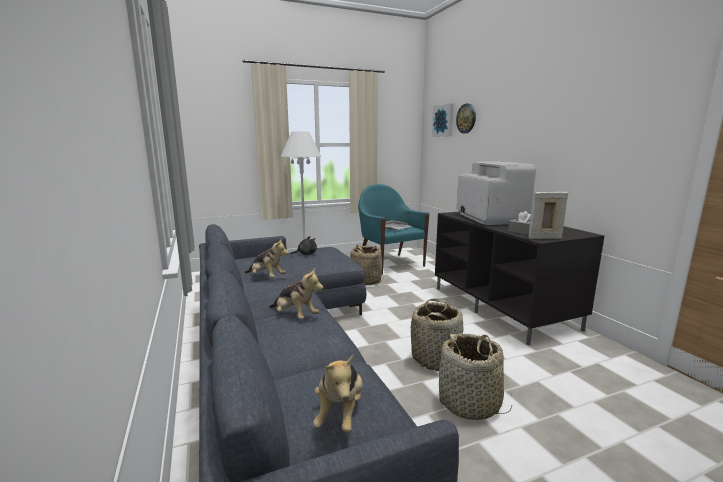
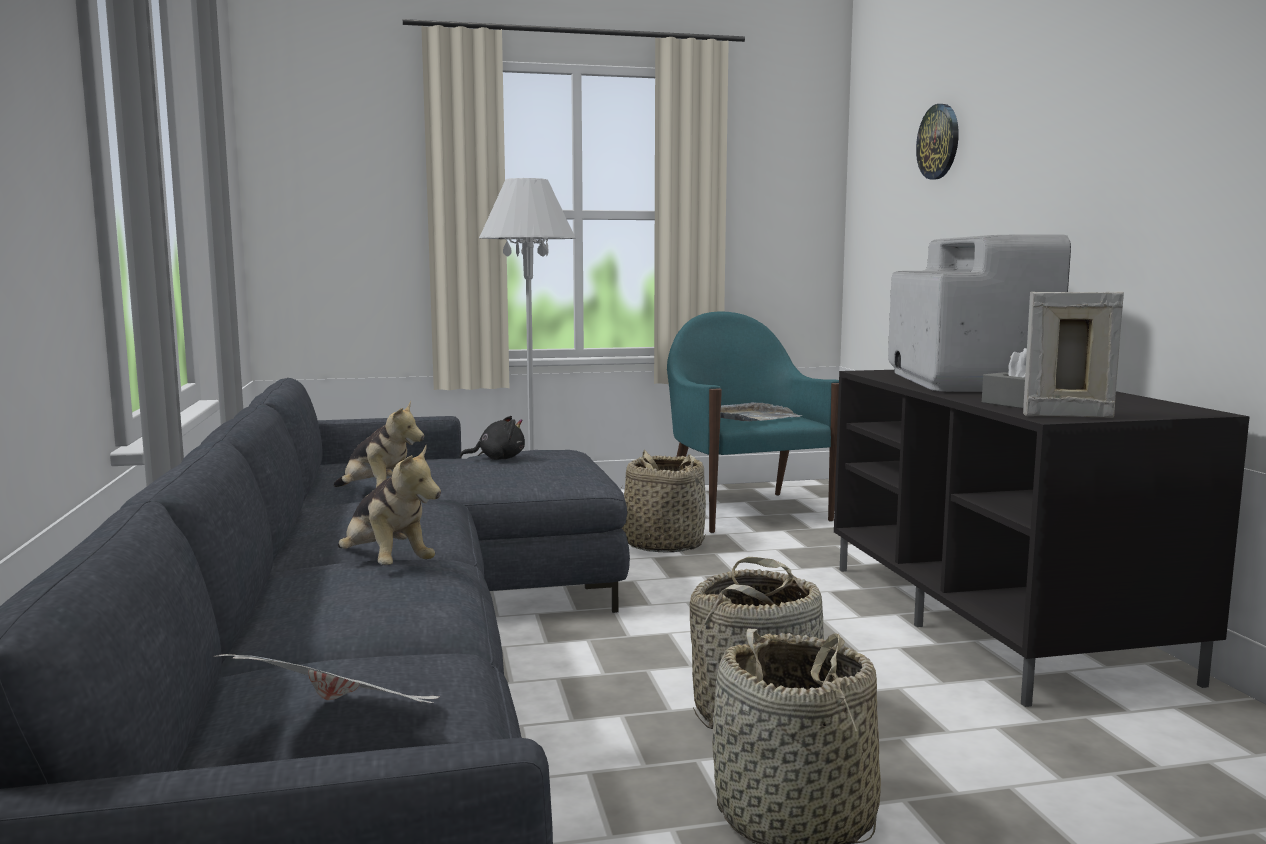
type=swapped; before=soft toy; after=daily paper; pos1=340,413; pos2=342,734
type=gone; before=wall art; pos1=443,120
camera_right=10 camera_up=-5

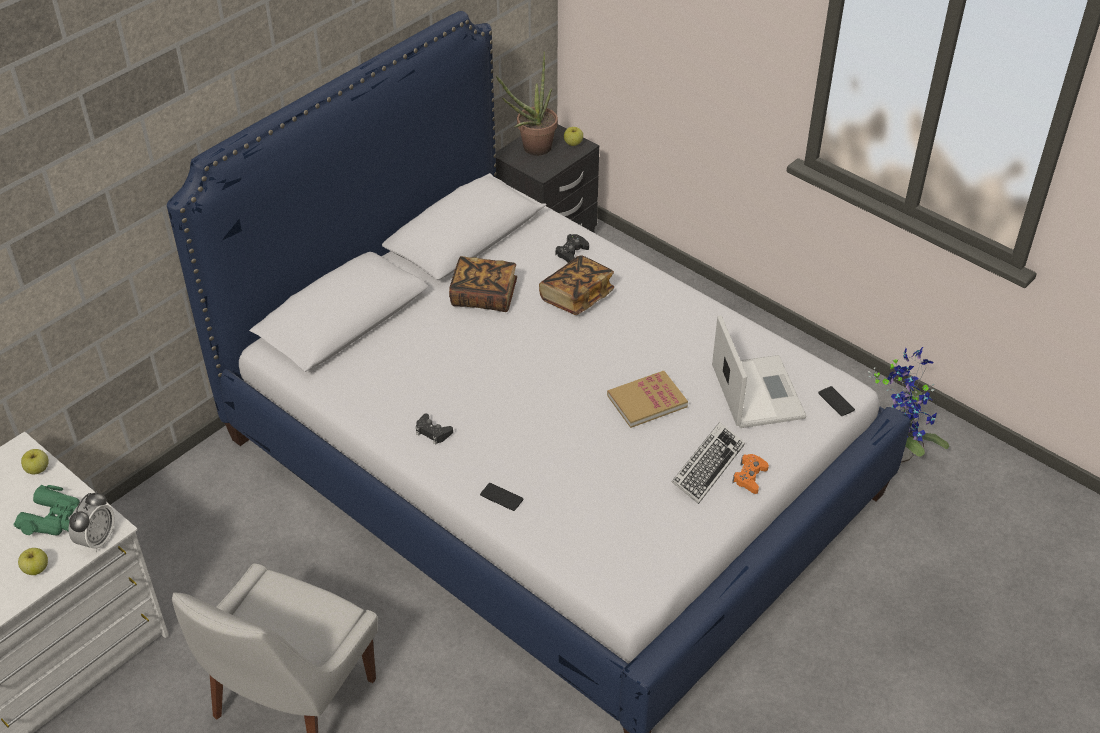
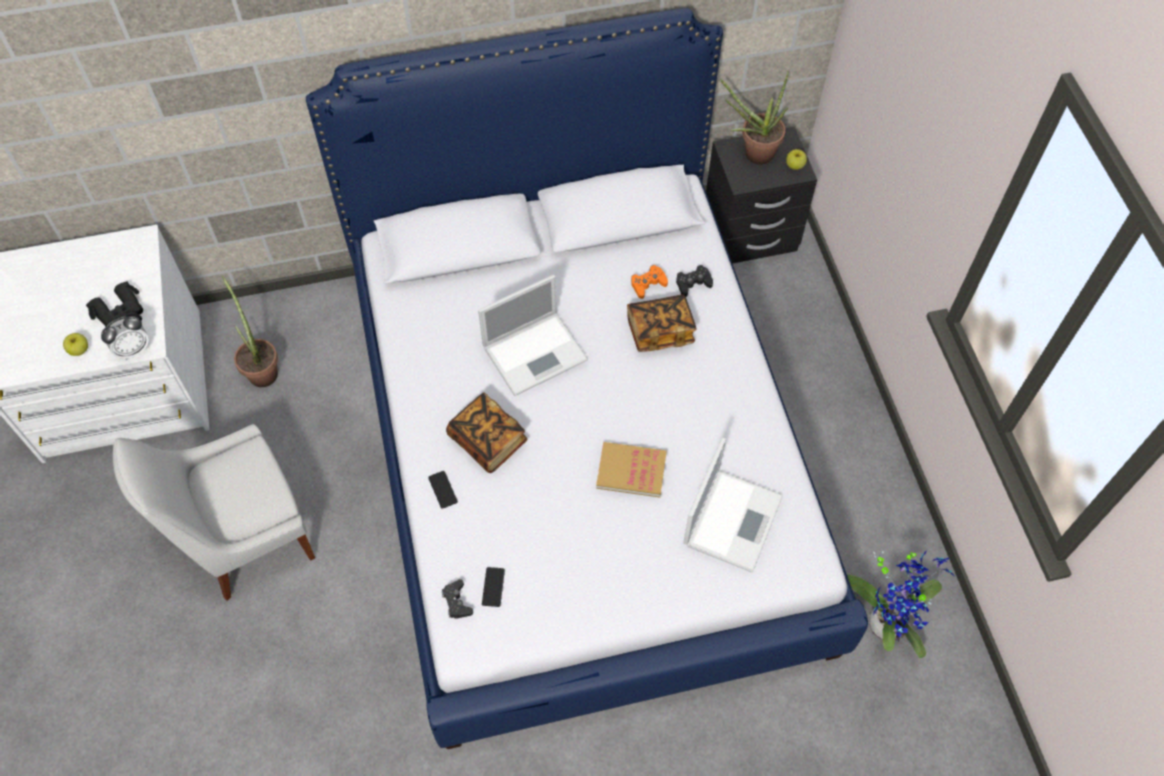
type=repainted; before=greenish binoculars; after=black-coloured binoculars; pos1=55,518; pos2=121,314
type=gone; before=apple; pos1=38,469
type=shifted; before=black-coloured gamepad; pos1=433,432; pos2=457,602
type=shifted; before=book; pos1=484,296; pos2=488,441
type=gone; before=keyboard; pos1=707,466
type=shifted; before=orange-coloured gamepad; pos1=749,477; pos2=648,284
type=shifted; before=telephone; pos1=836,401; pos2=493,587
type=new; after=houseplant; pos2=261,369
type=new; after=portable computer; pos2=536,352
camera_right=35 camera_up=15

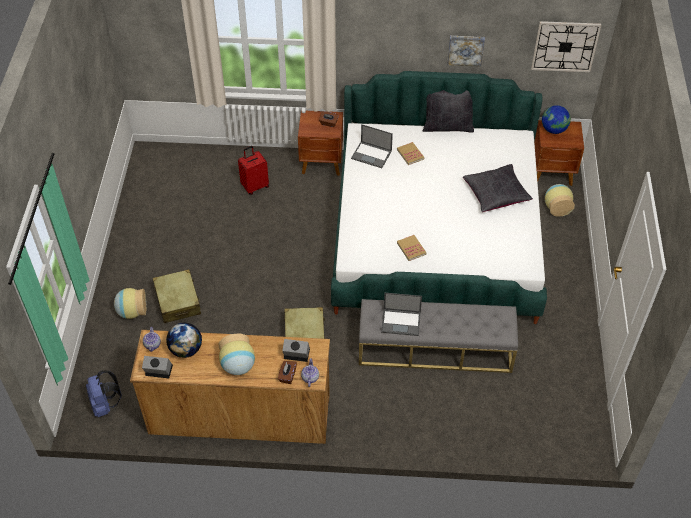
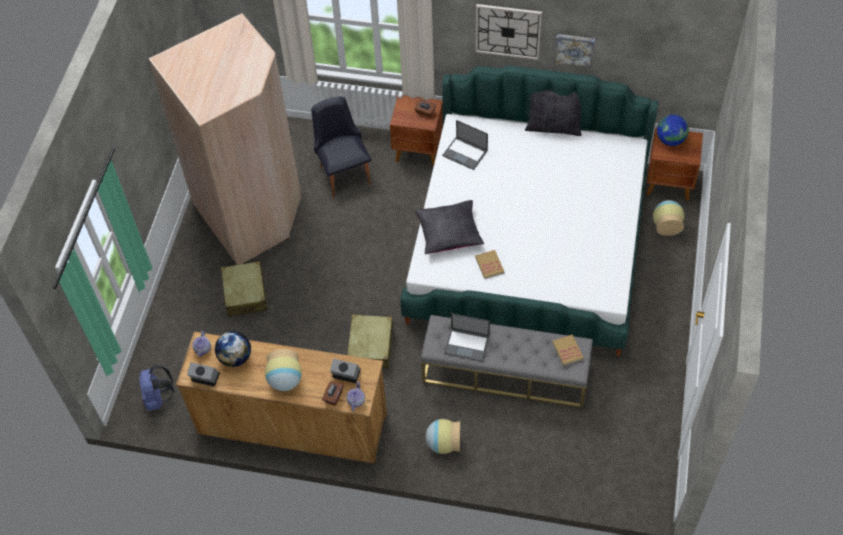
type=shifted; before=decorative vase; pos1=132,311; pos2=443,443
type=swapped; before=red-coloured travel case; after=black-coloured upright chair; pos1=255,186; pos2=343,171
type=shifted; before=book; pos1=410,154; pos2=567,351
type=shifted; before=black-coloured cushion; pos1=496,194; pos2=449,233
type=shifted; before=hanging clock; pos1=565,46; pos2=508,31
type=new; after=beige-coloured wardrobe; pos2=252,212
camera_right=10 camera_up=5

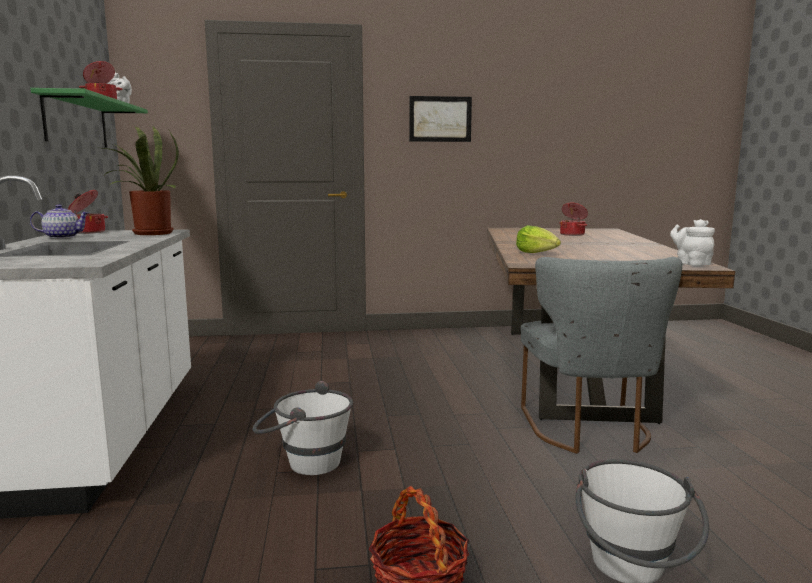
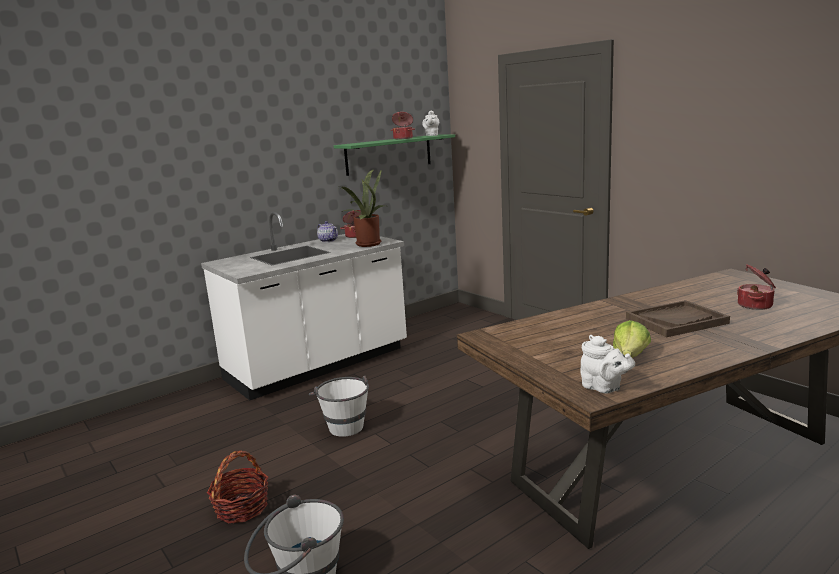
type=gone; before=wall art; pos1=440,119
type=shifted; before=lettuce; pos1=537,253; pos2=630,356
type=gone; before=greyish upright chair; pos1=590,431
type=rotated; before=white-coloured pot for tea; pos1=691,264; pos2=604,388; turn=105
type=new; after=brown-coloured carrying tray; pos2=676,321
camera_right=60 camera_up=5

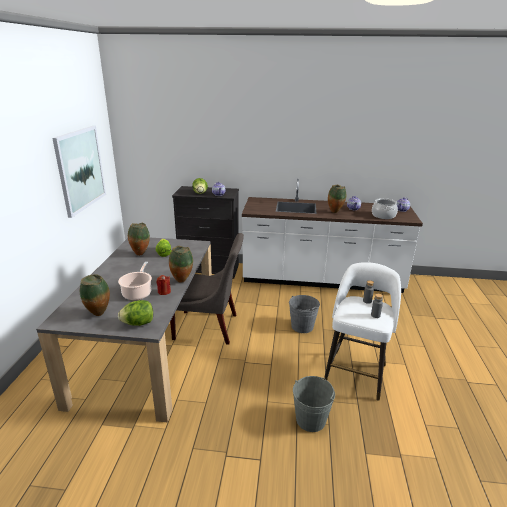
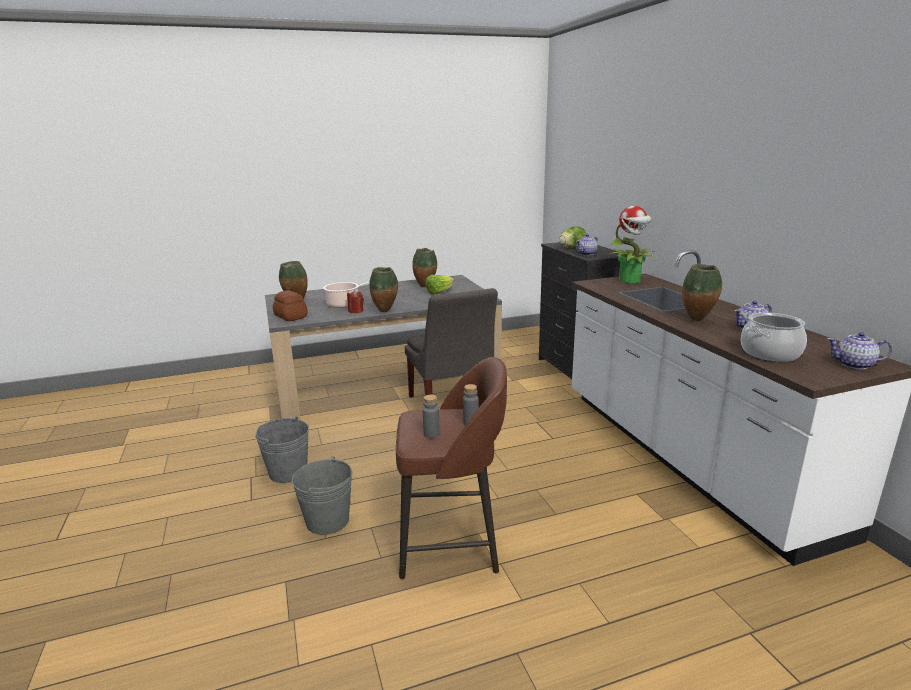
type=gone; before=wall art; pos1=80,169
type=swapped; before=lettuce; after=bread; pos1=138,323; pos2=290,316
type=shifted; before=greyish water bucket; pos1=302,326; pos2=288,472
type=repainted; before=white-coloured sitting stool; after=brown-coloured sitting stool; pos1=356,372; pos2=451,543
type=new; after=houseplant; pos2=630,280
camera_right=65 camera_up=-5

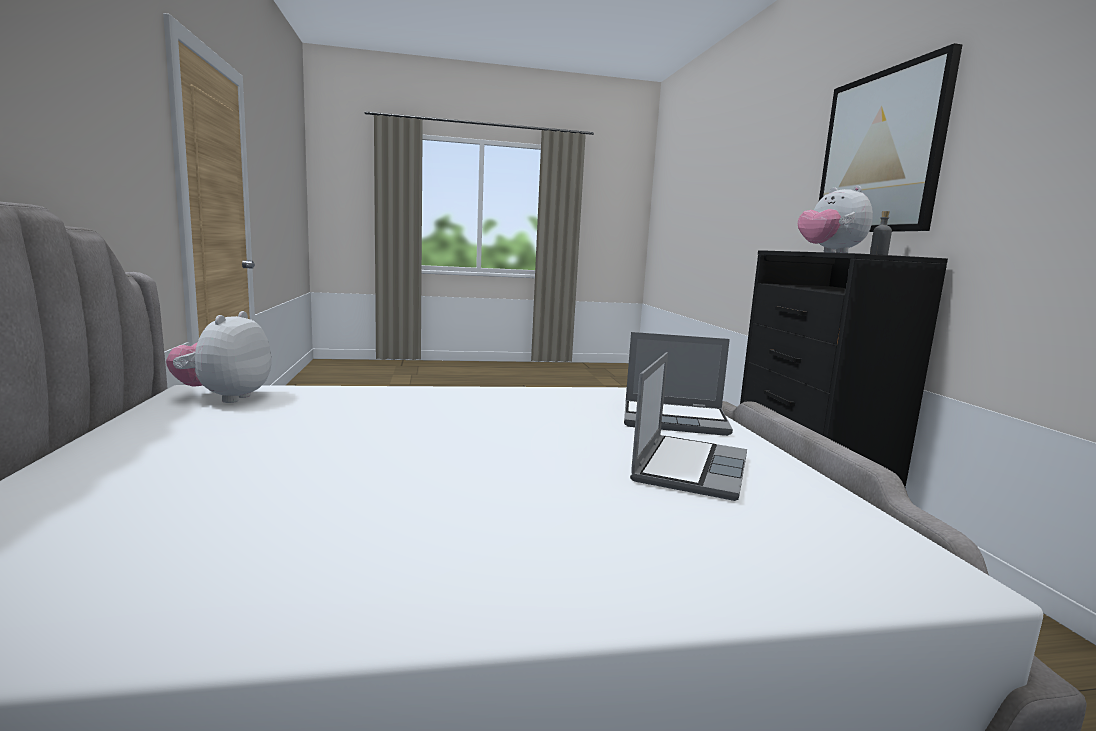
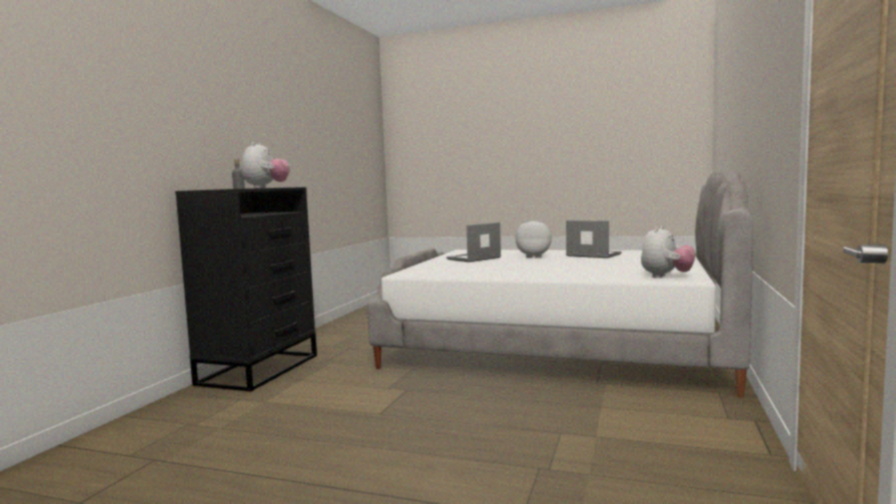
type=shifted; before=portable computer; pos1=676,420; pos2=592,255
type=gone; before=wall art; pos1=880,153
type=new; after=soft toy; pos2=533,256
camera_right=-150 camera_up=-5

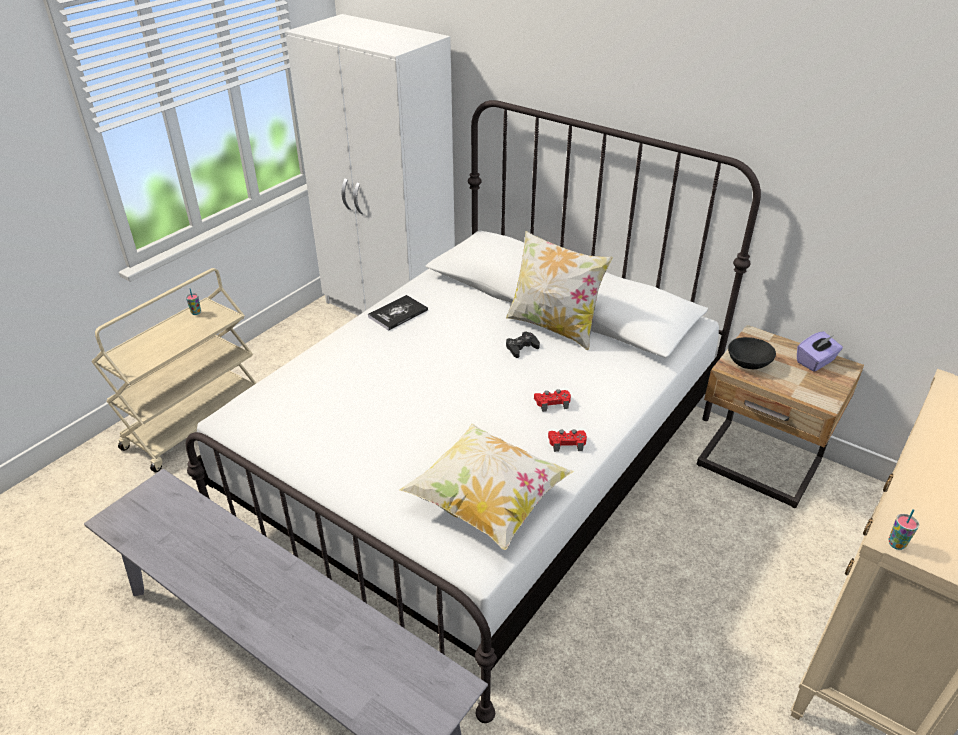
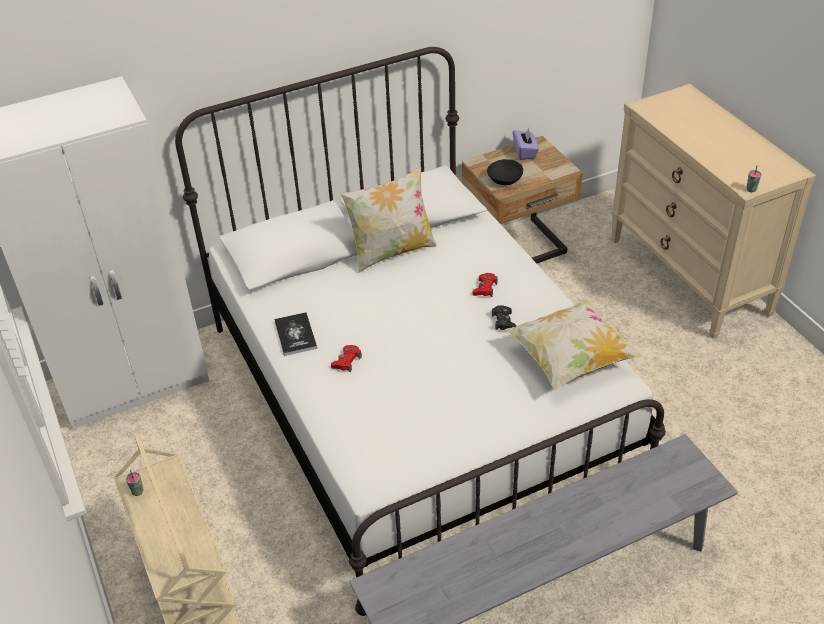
type=shifted; before=black-coloured gamepad; pos1=521,348; pos2=503,322
type=shifted; before=red-coloured gamepad; pos1=567,443; pos2=346,361
camera_right=-60 camera_up=5

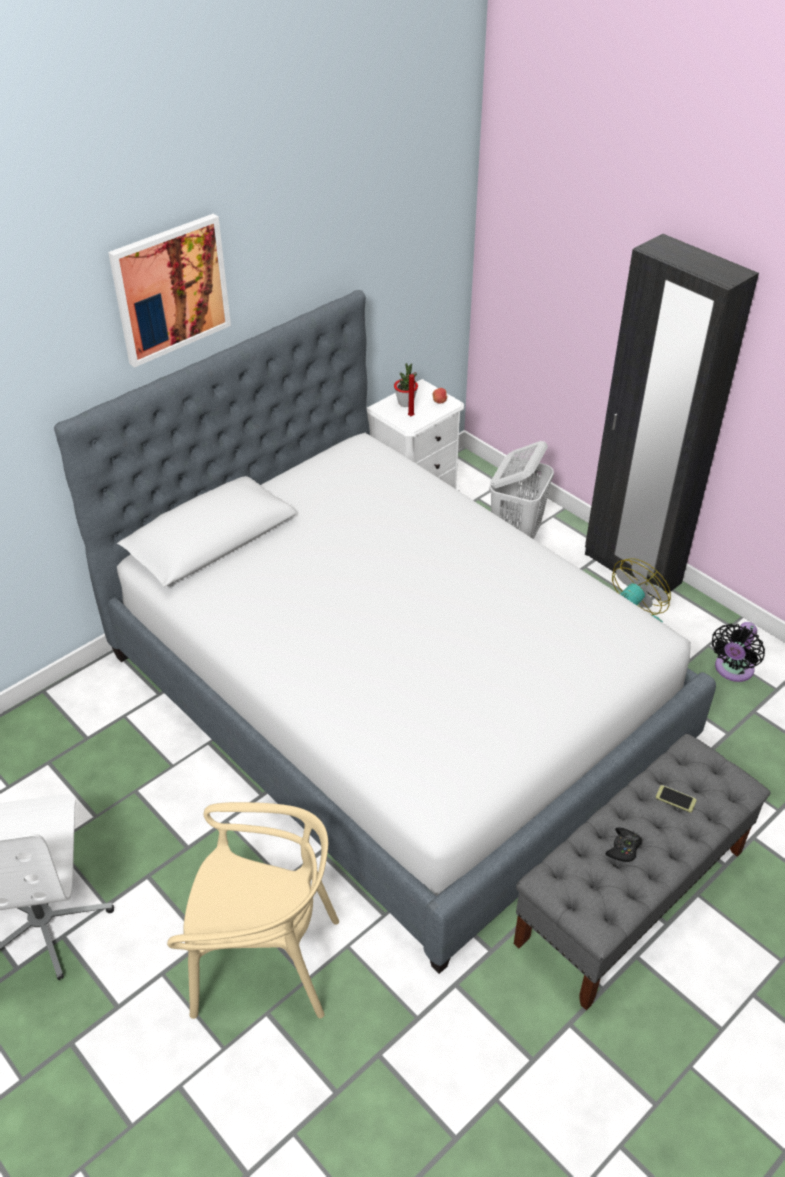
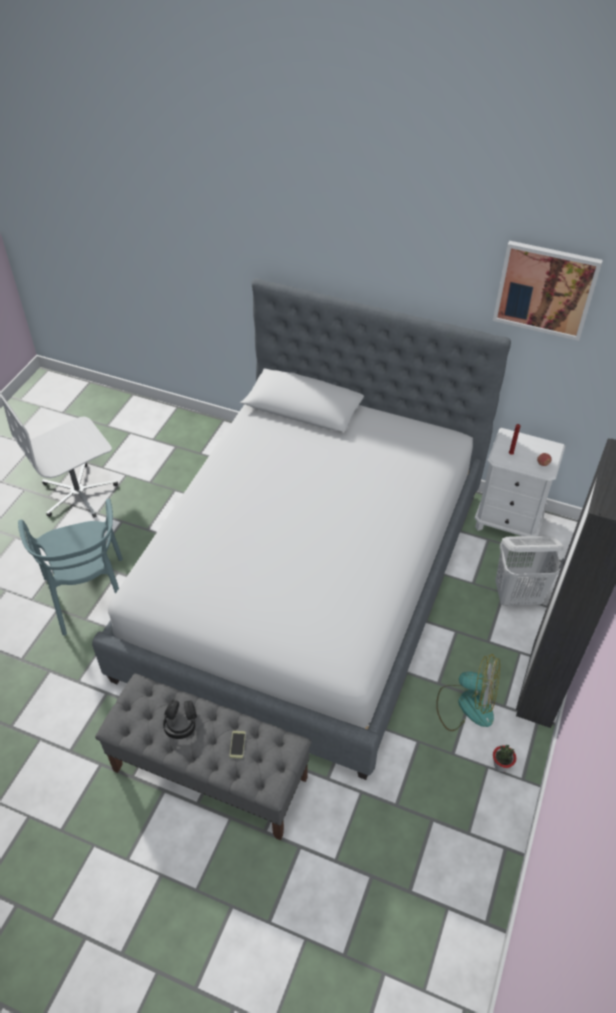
type=shifted; before=wall art; pos1=170,289; pos2=545,290
type=repainted; before=beige-coloured upright chair; after=turquoise upright chair; pos1=265,961; pos2=89,595
type=shifted; before=houseplant; pos1=405,403; pos2=501,765
type=swapped; before=black-coloured gamepad; after=black-coloured headphones; pos1=623,848; pos2=180,723
type=gone; before=black-coloured electric fan; pos1=732,670
camera_right=65 camera_up=5

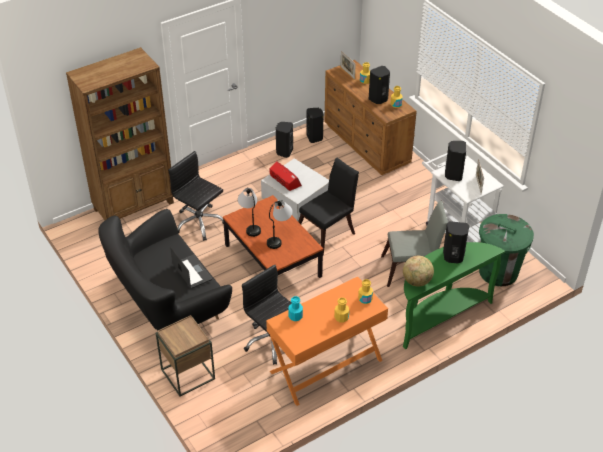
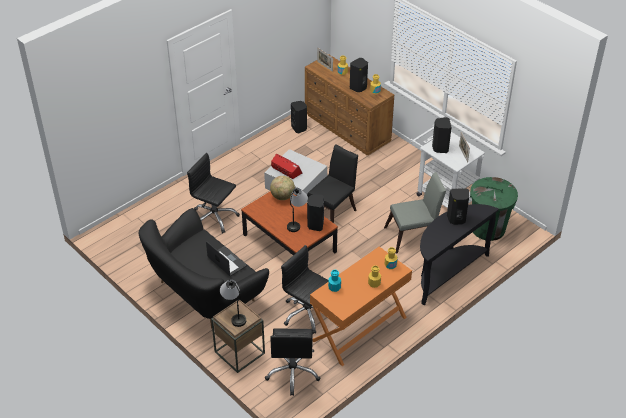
type=gone; before=brown-coloured bookshelf; pos1=135,206
type=shifted; before=tabletop lamp; pos1=250,224; pos2=234,314
type=shifted; before=black-coloured audio speaker; pos1=284,152; pos2=315,225
type=repainted; before=greenish console table; after=black-coloured console table; pos1=440,316; pos2=447,273
type=shifted; before=desk globe; pos1=417,281; pos2=282,197
type=new; after=black-coloured computer chair; pos2=293,373
camera_right=-10 camera_up=0

